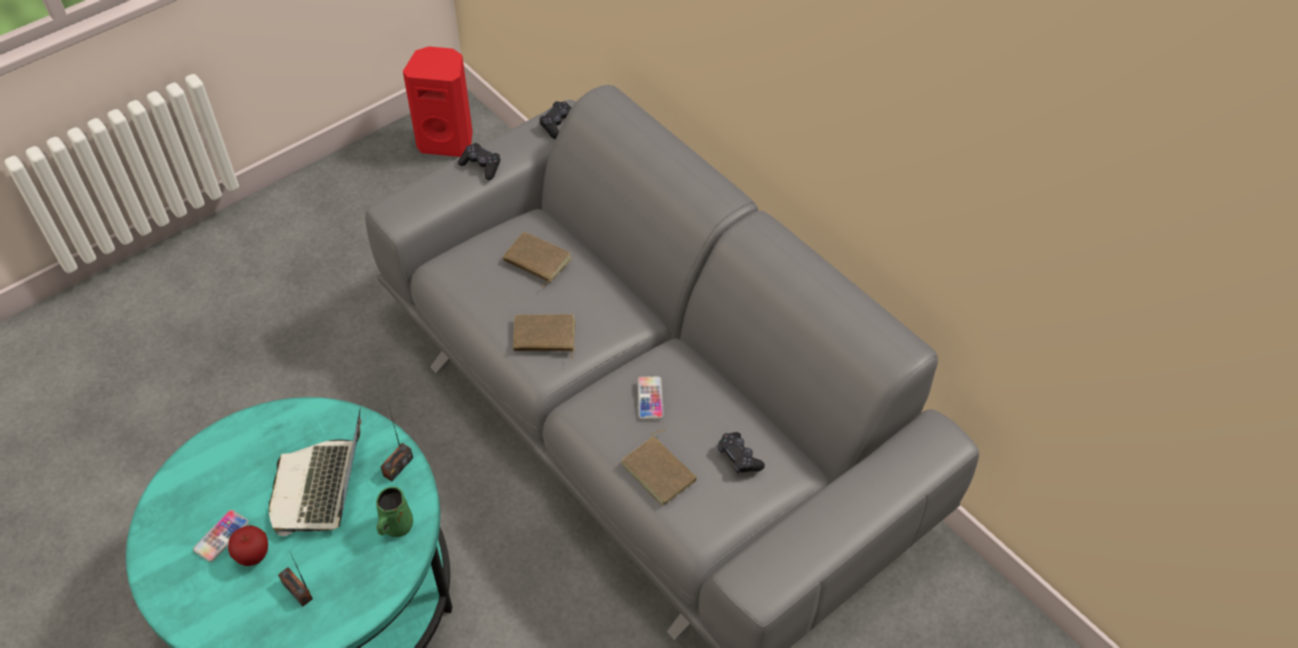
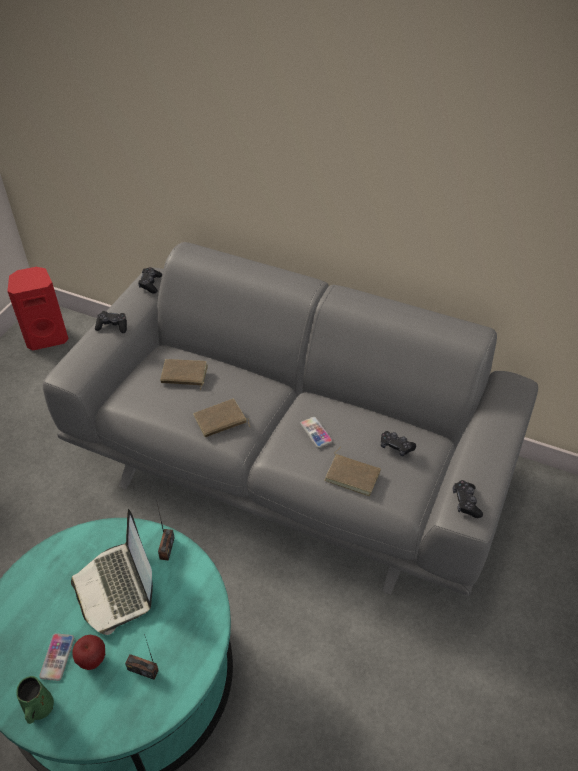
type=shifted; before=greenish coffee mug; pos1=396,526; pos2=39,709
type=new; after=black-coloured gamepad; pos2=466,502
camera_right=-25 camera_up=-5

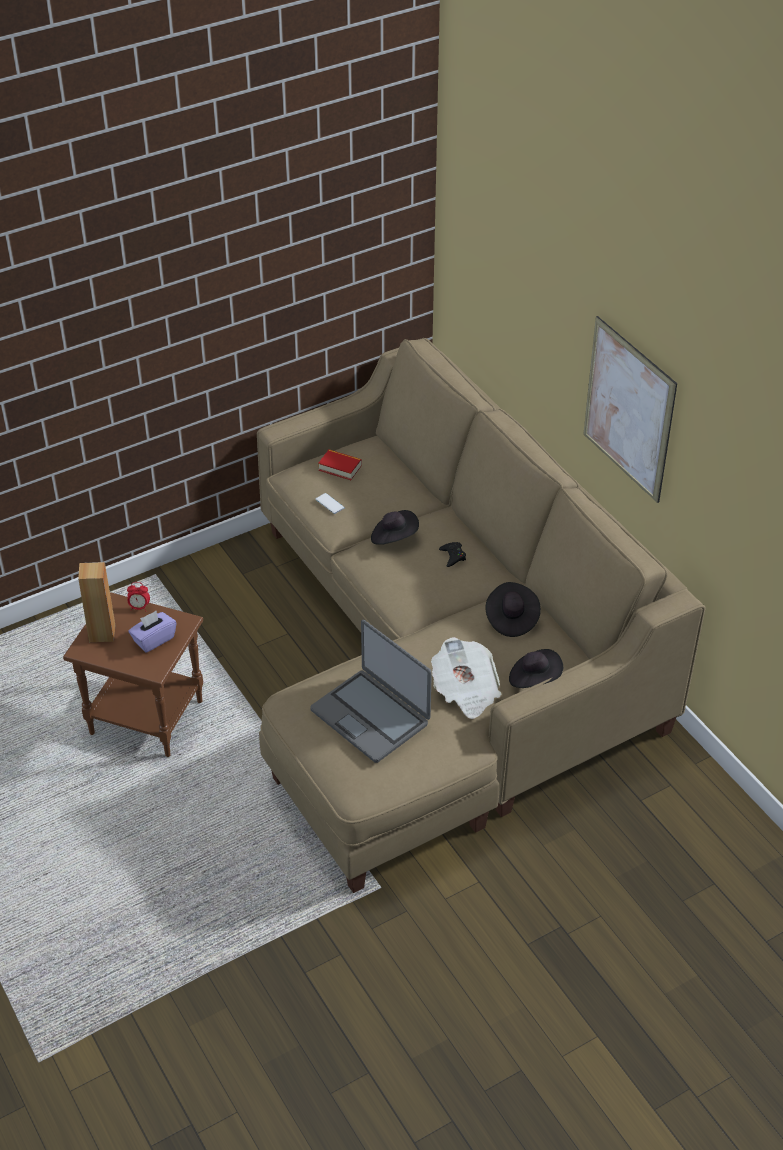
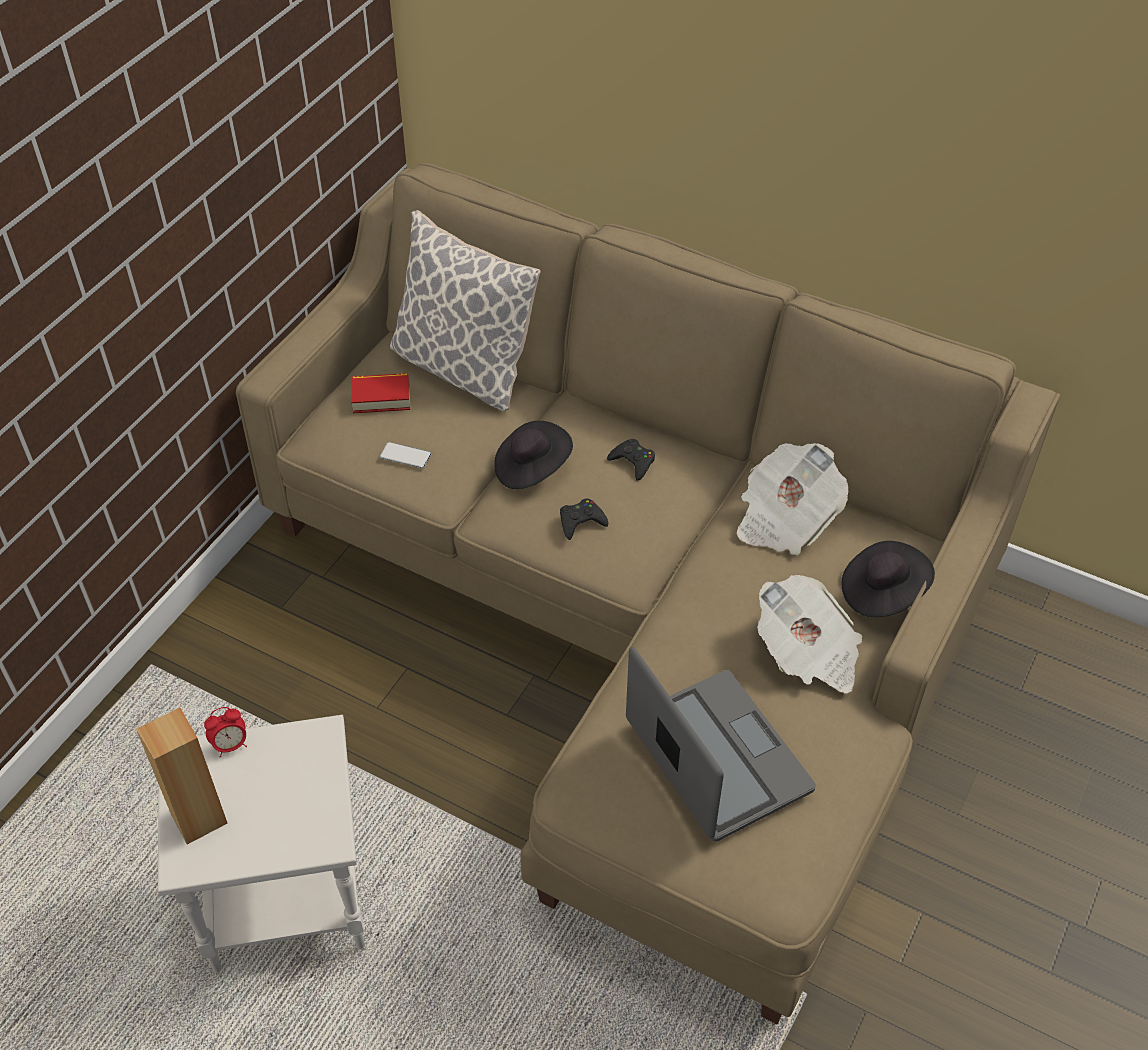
type=repainted; before=brown-coloured side table; after=white-coloured side table; pos1=148,716; pos2=288,896
type=gone; before=purple tissue holder; pos1=154,639
type=rotated; before=portable computer; pos1=371,716; pos2=716,757; turn=-135
type=swapped; before=black-coloured clothing hat; after=daily paper; pos1=511,619; pos2=785,518
type=gone; before=wall art; pos1=628,409
type=new; after=cushion; pos2=463,367
type=new; after=black-coloured gamepad; pos2=581,522
camera_right=-30 camera_up=5

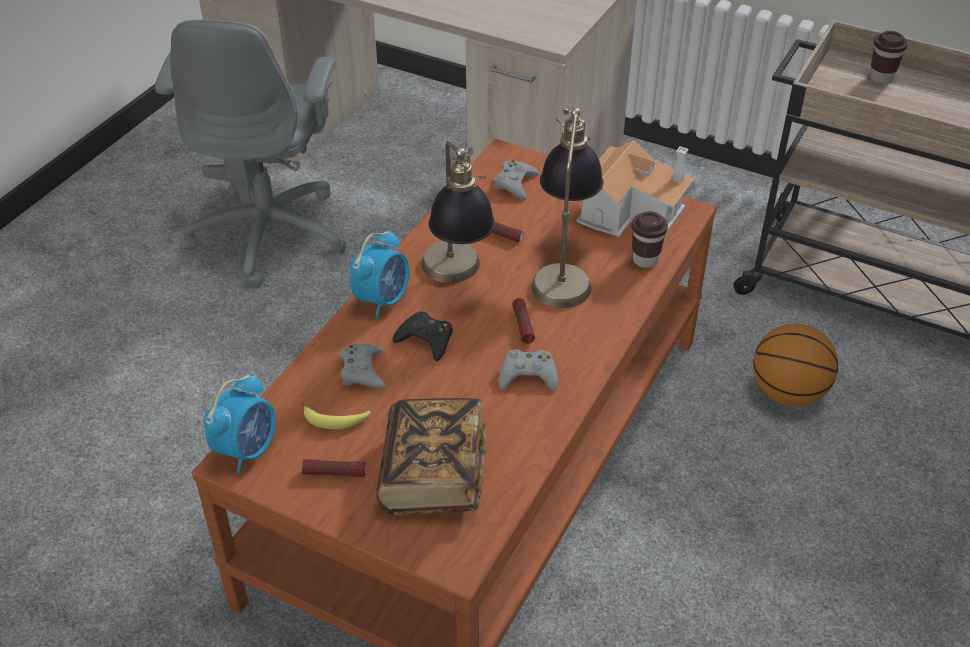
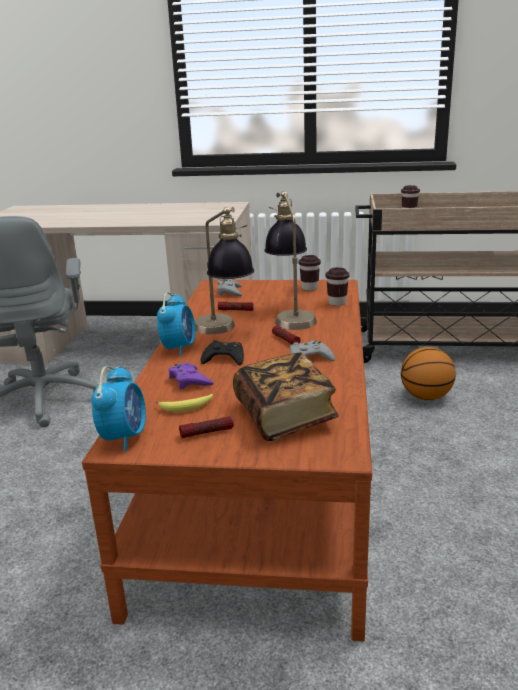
type=repainted; before=greyish gamepad; after=purple gamepad; pos1=363,371; pos2=189,380
type=swapped; before=model house; after=brown-coloured drinking cup; pos1=631,209; pos2=309,288
camera_right=-20 camera_up=-20

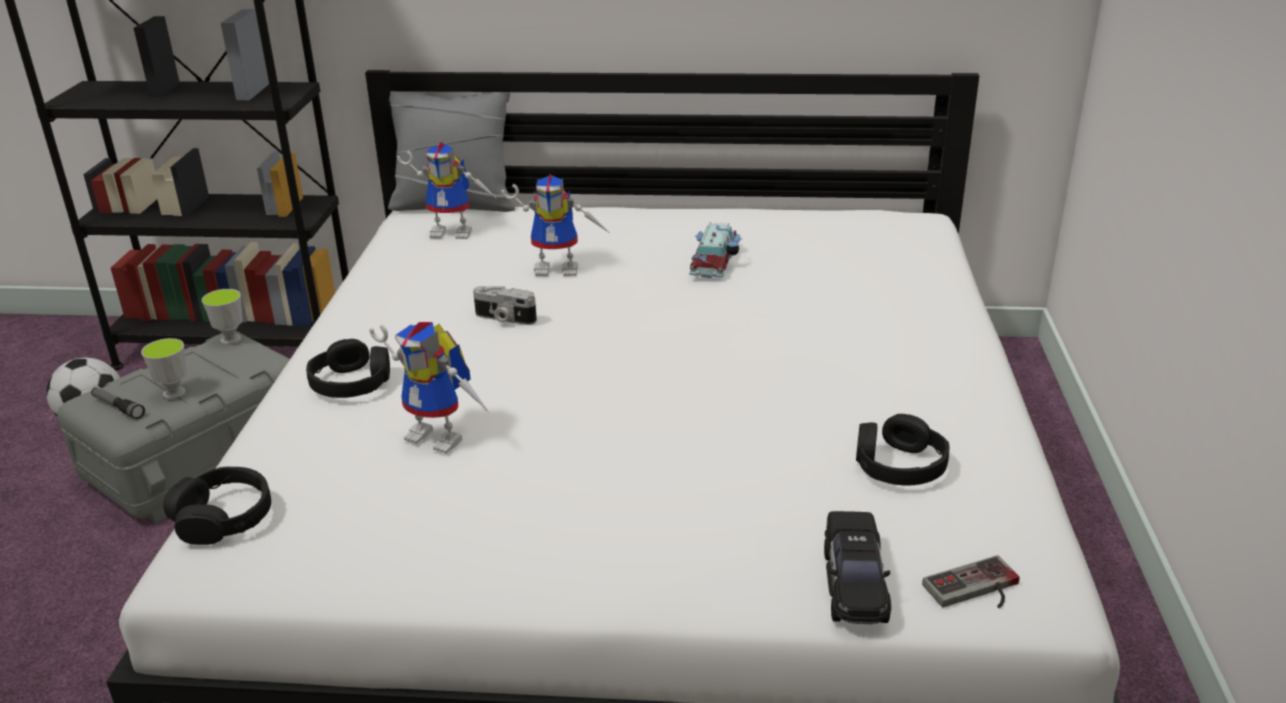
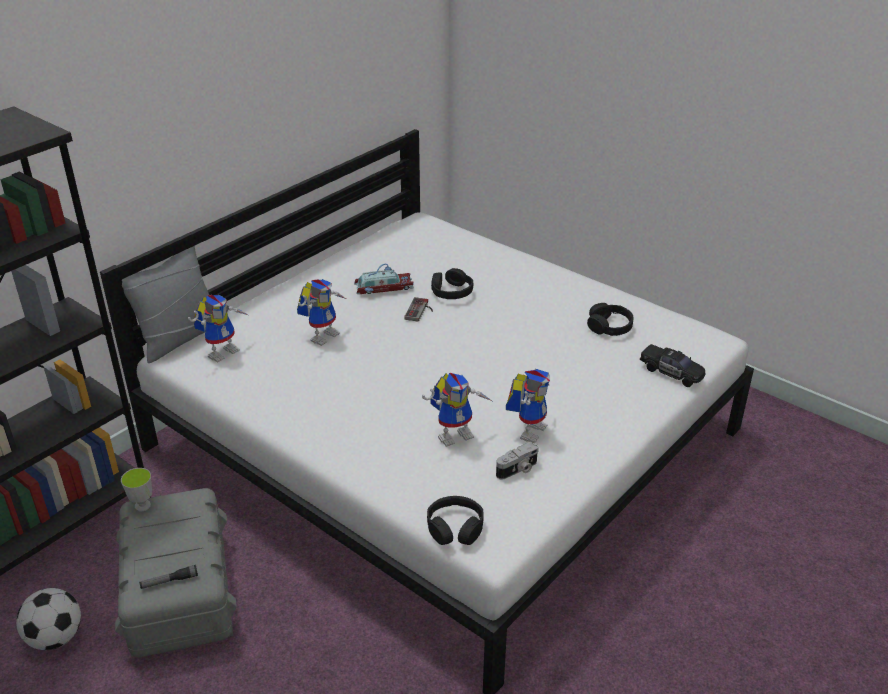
type=gone; before=drinking cup; pos1=174,393
type=shifted; before=black-coloured headphones; pos1=351,383; pos2=451,291
type=shifted; before=still camera; pos1=504,319; pos2=518,470
type=rotated; before=model car; pos1=716,258; pos2=383,287; turn=-60
type=shifted; before=gamepad; pos1=976,591; pos2=420,311
type=new; after=robot figure; pos2=529,429
camera_right=-55 camera_up=5

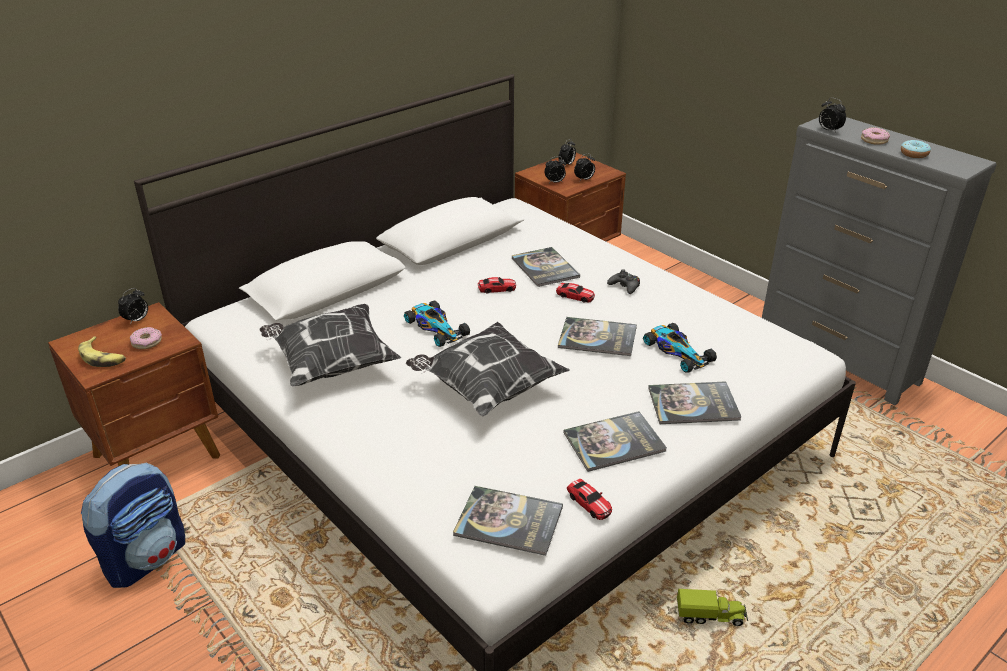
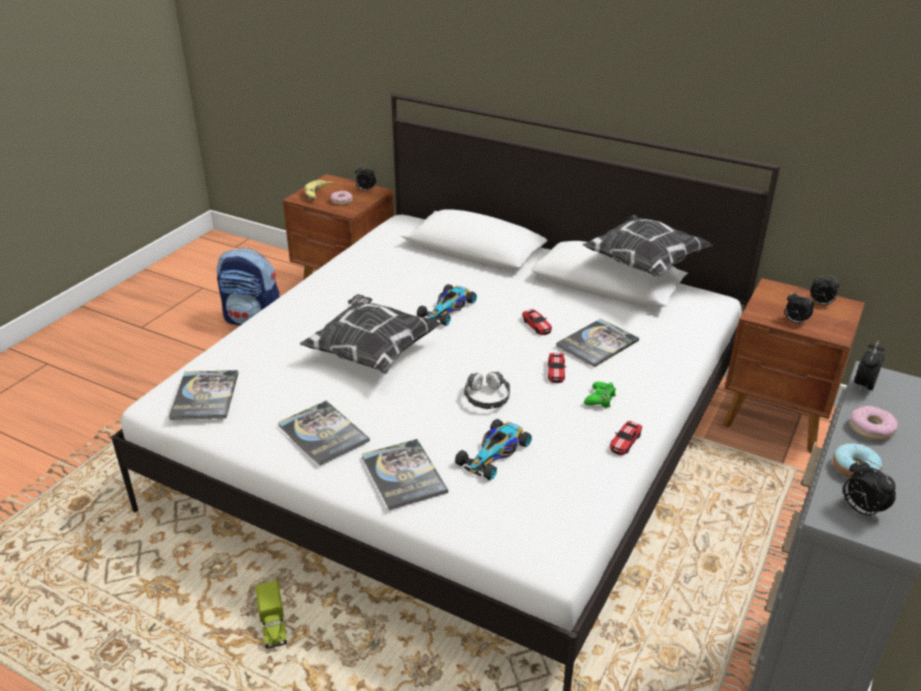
type=shifted; before=cushion; pos1=331,364; pos2=643,263
type=shifted; before=table clock; pos1=555,182; pos2=861,510
type=swapped; before=book; after=headphones; pos1=597,337; pos2=487,397
type=shifted; before=model car; pos1=589,503; pos2=625,441
type=repainted; before=black-coloured gamepad; after=greenish gamepad; pos1=624,286; pos2=600,399
camera_right=70 camera_up=0

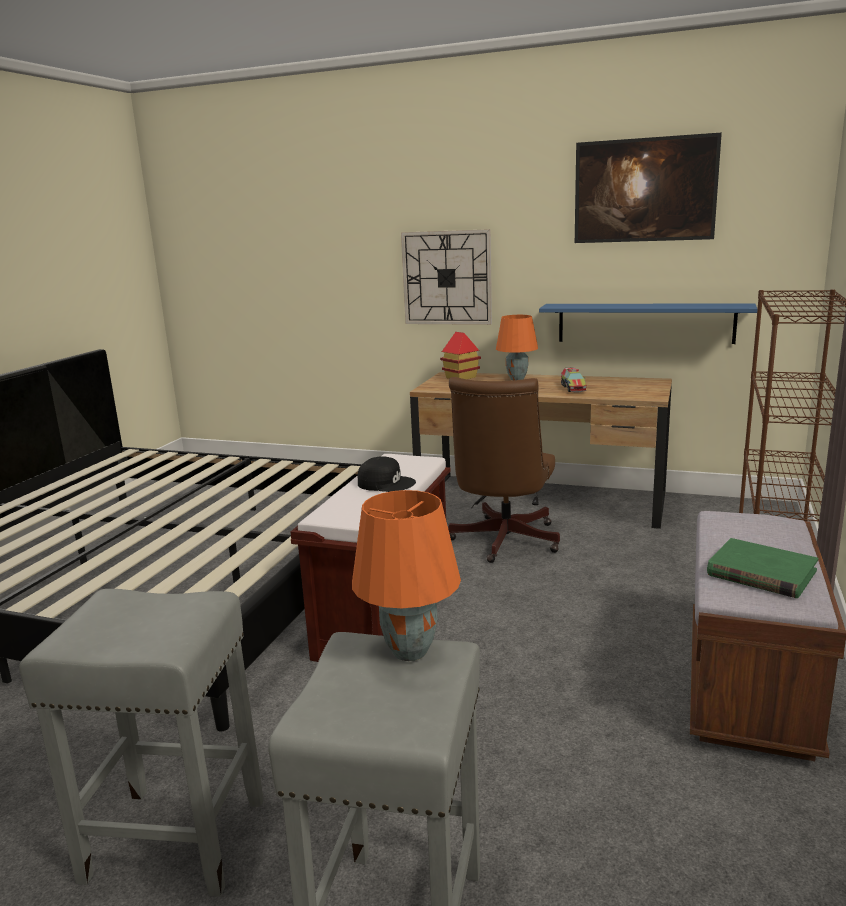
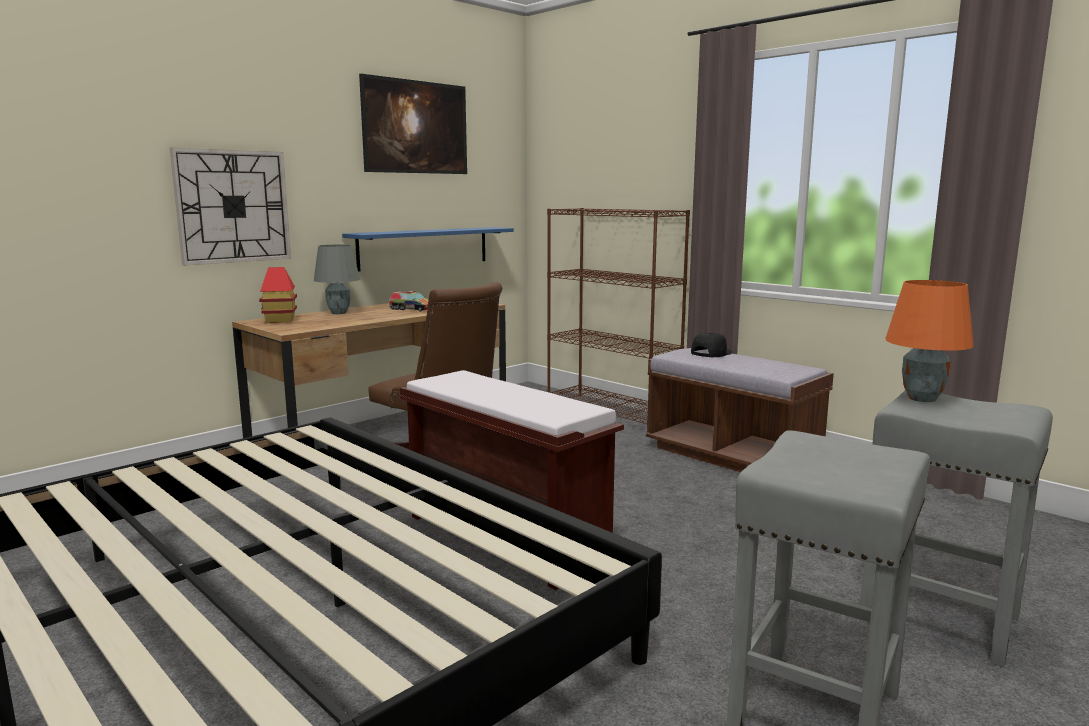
type=shifted; before=black-coloured peaked cap; pos1=386,483; pos2=710,352
type=repainted; before=orange-coloured tabletop lamp; after=greyish tabletop lamp; pos1=516,379; pos2=338,313
type=gone; before=greenish book; pos1=761,573
camera_right=-65 camera_up=-5

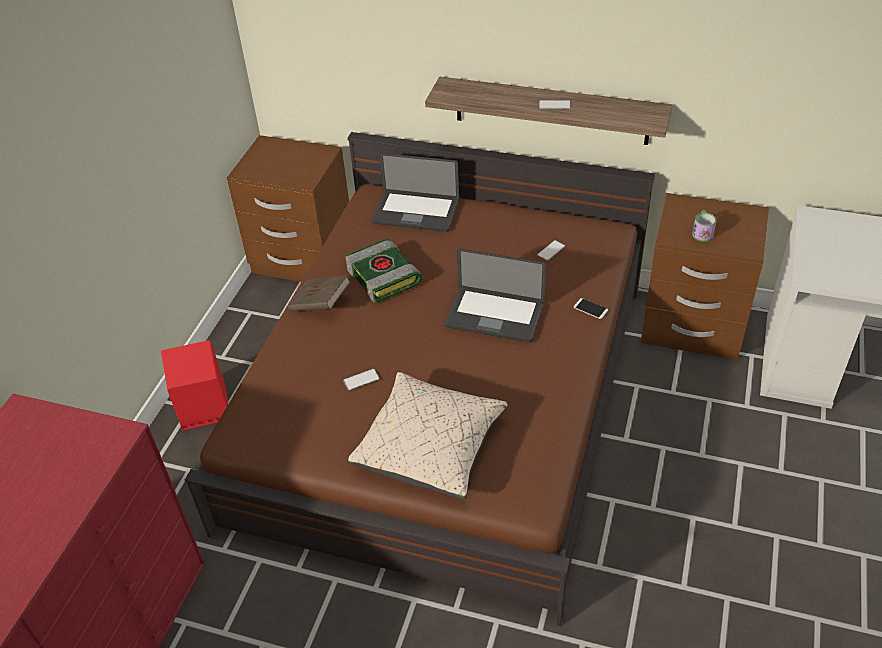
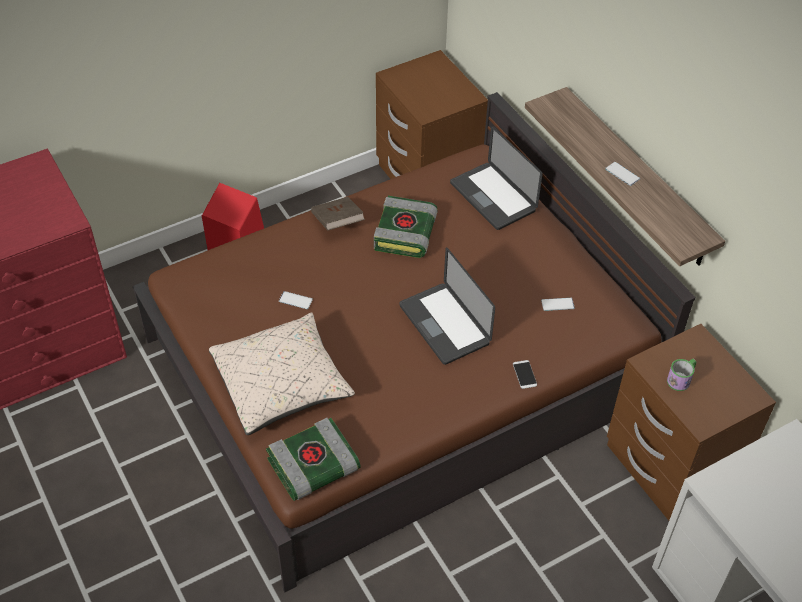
type=new; after=book; pos2=313,467
camera_right=40 camera_up=5

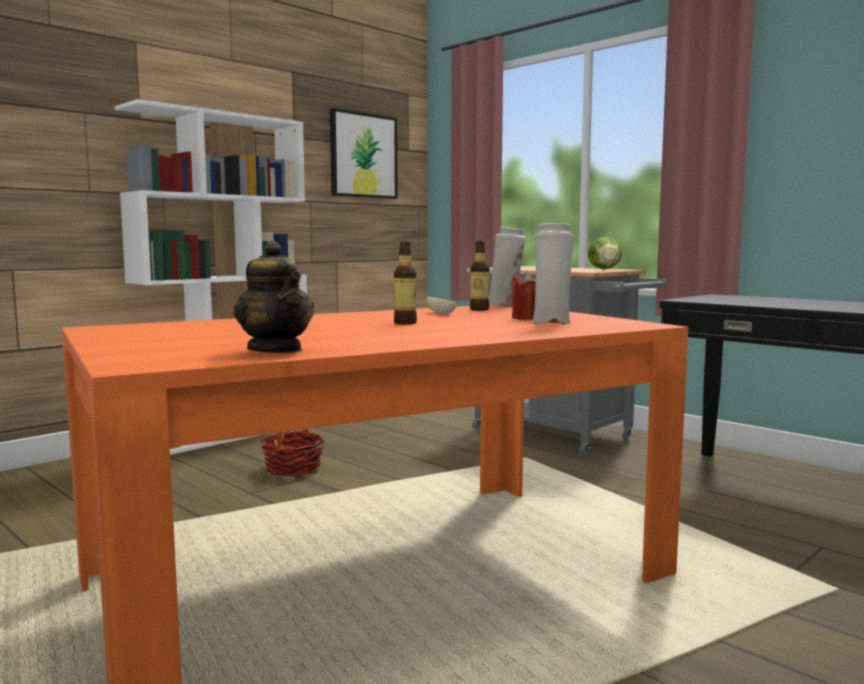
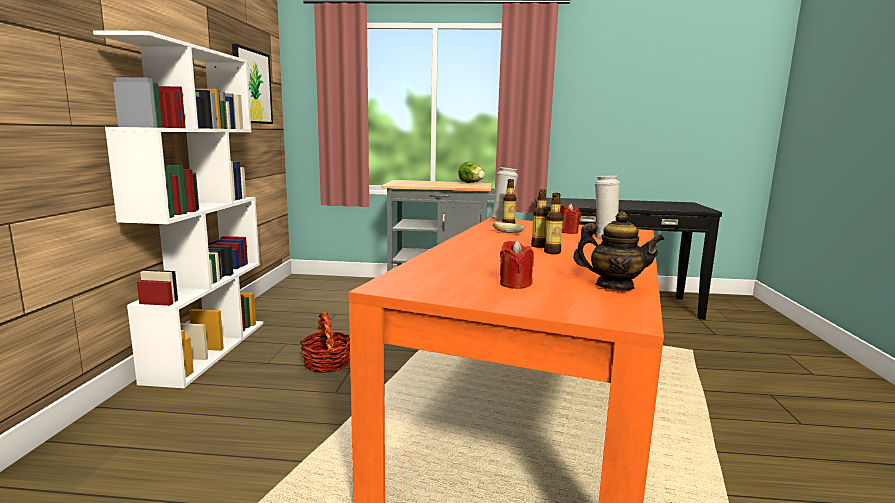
type=new; after=red-coloured candle; pos2=515,284
type=new; after=beverage bottle; pos2=552,252
camera_right=-40 camera_up=5

